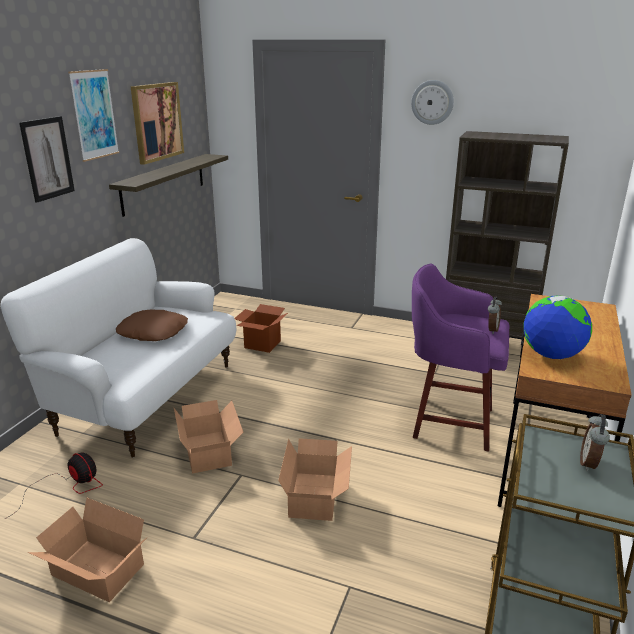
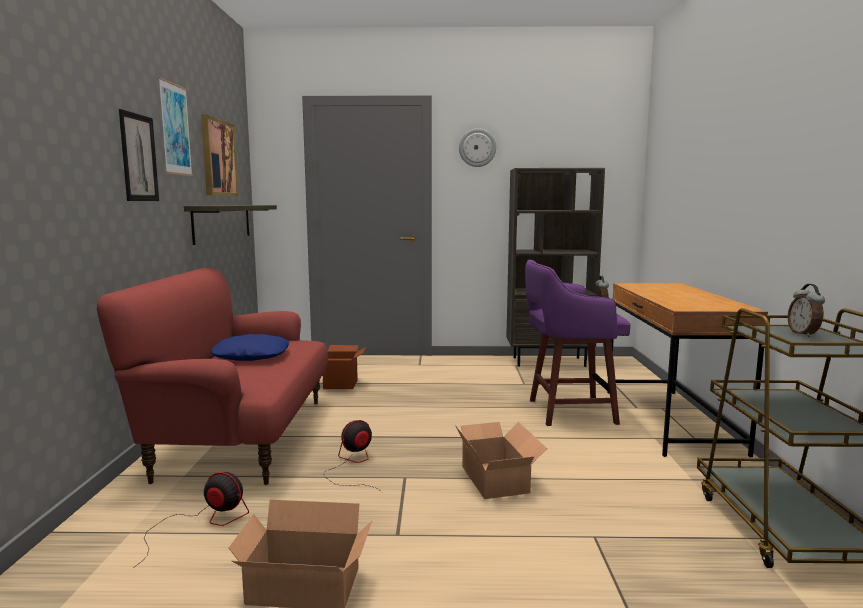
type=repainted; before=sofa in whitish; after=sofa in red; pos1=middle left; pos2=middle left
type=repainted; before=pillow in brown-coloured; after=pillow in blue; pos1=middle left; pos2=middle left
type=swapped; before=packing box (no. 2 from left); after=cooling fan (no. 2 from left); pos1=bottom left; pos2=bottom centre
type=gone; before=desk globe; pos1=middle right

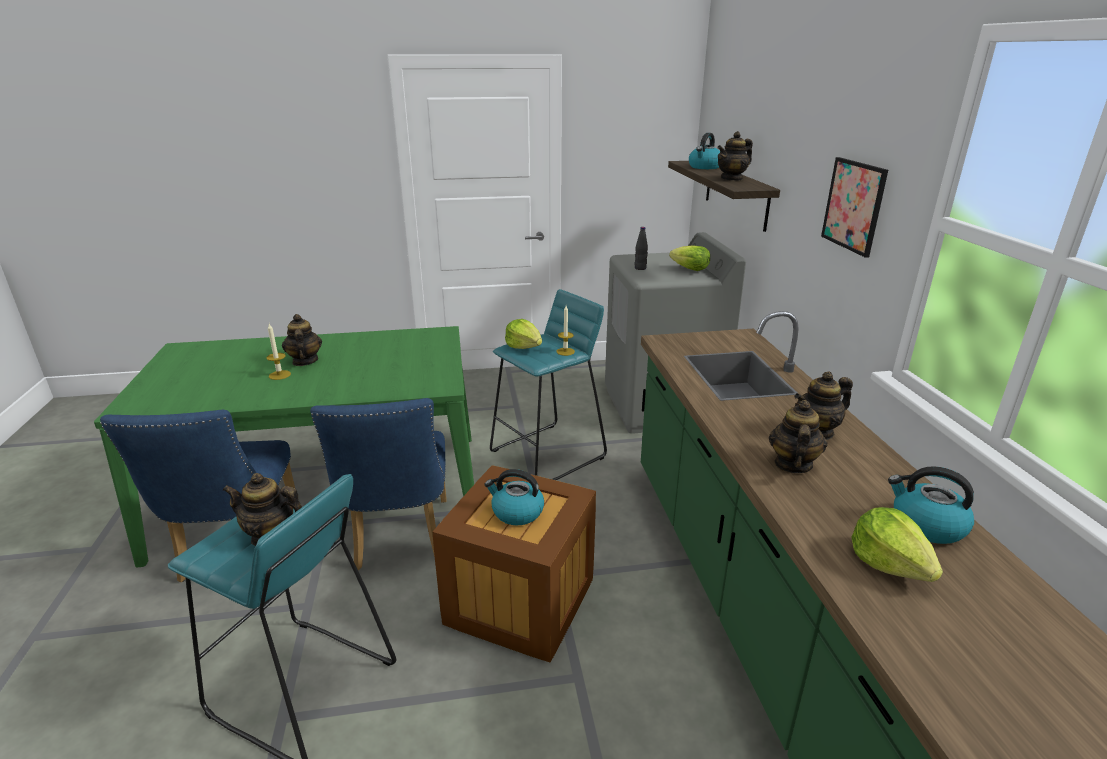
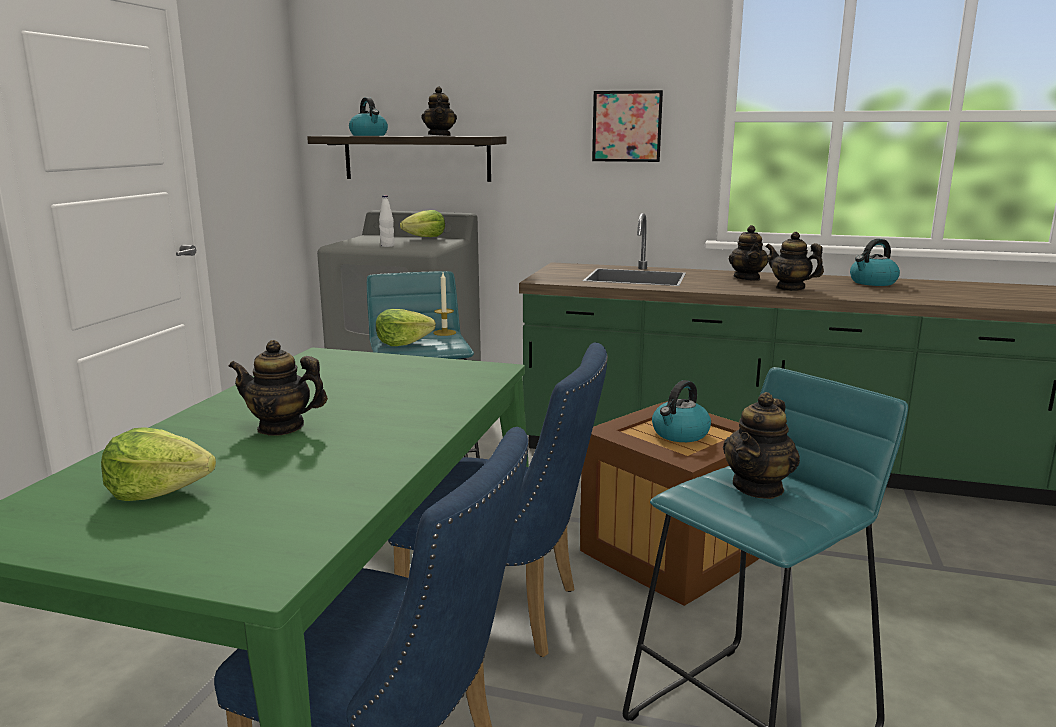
type=shifted; before=lettuce (no. 3 from left in the first image); after=lettuce (no. 1 from left); pos1=bottom right; pos2=middle left
type=repainted; before=bottle in blackish; after=bottle in whitish; pos1=top centre; pos2=top centre
type=gone; before=wax candle (no. 1 from left); pos1=middle left

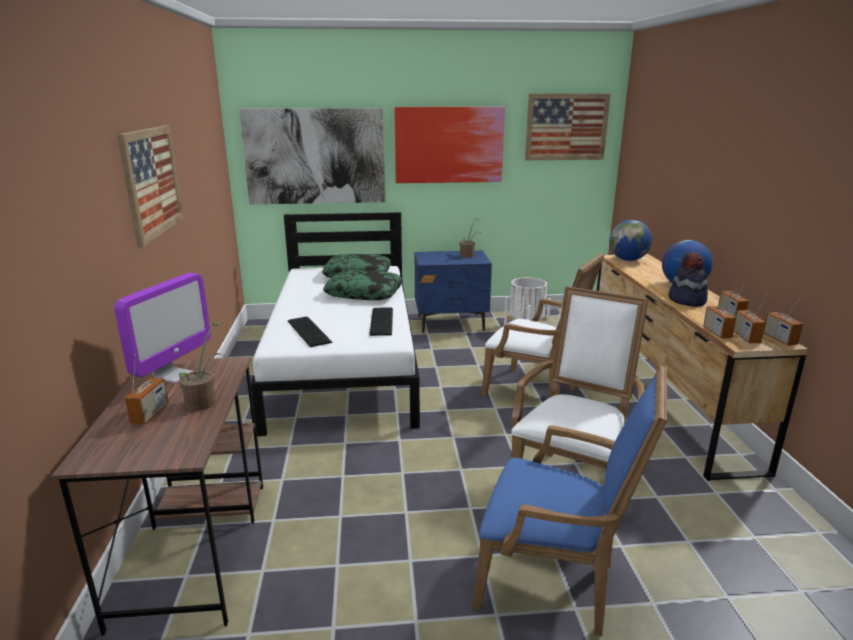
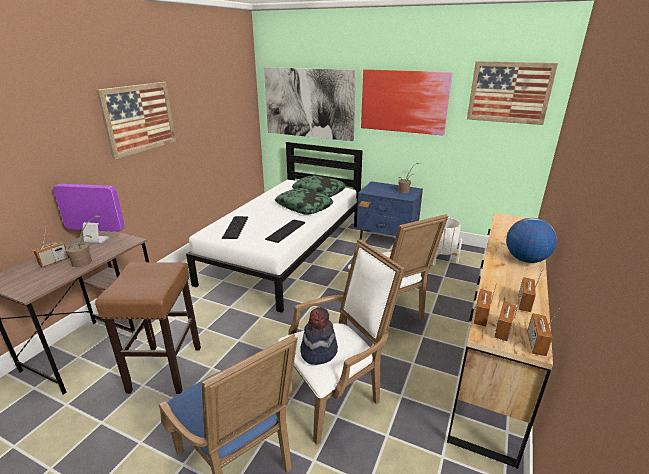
type=rotated; before=computer display; pos1=middle left; pos2=middle left; turn=-135
type=new; after=stool seat in brown-coloured; pos2=bottom left
type=shifted; before=hat; pos1=middle right; pos2=bottom centre
type=gone; before=desk globe (no. 1 from left); pos1=middle right

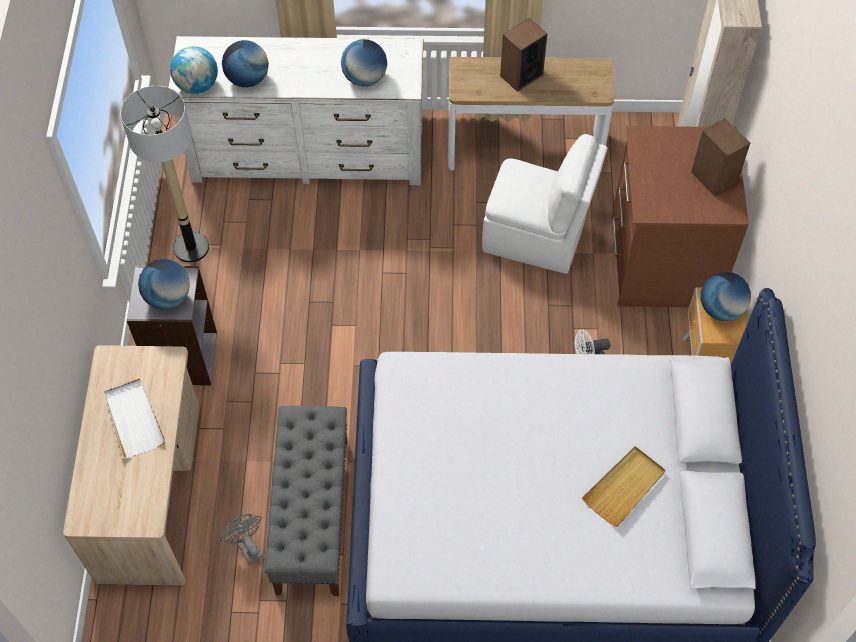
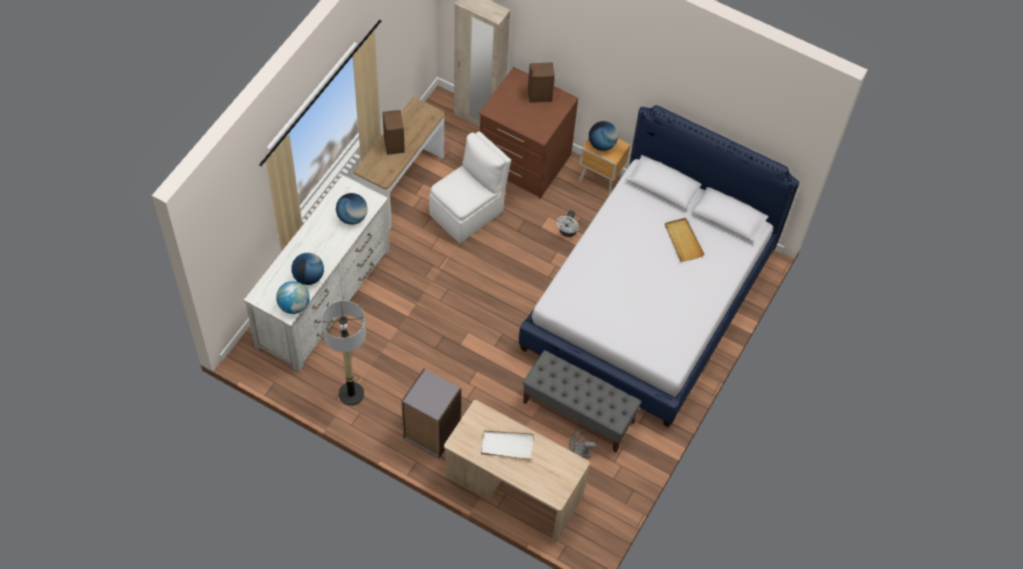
type=gone; before=desk globe (no. 1 from left); pos1=middle left

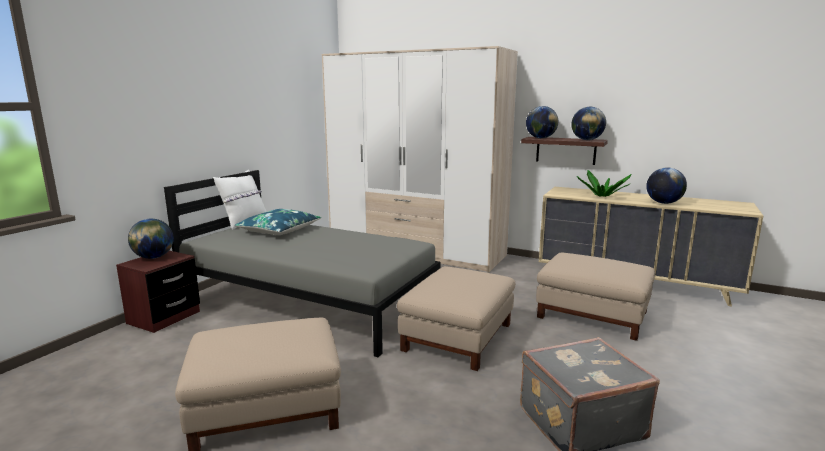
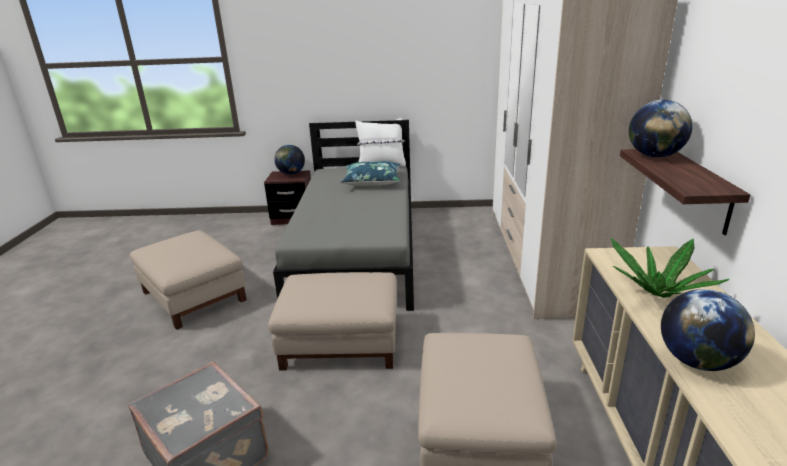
type=gone; before=desk globe (no. 3 from left); pos1=top right

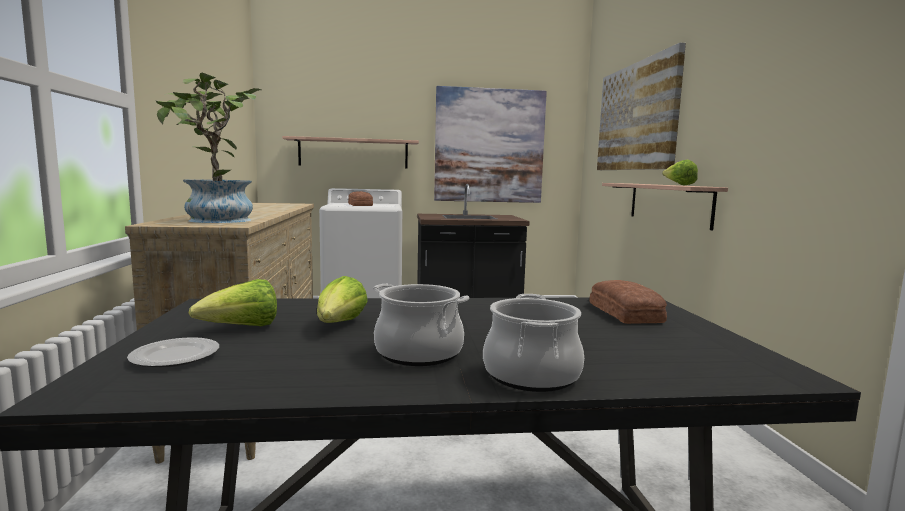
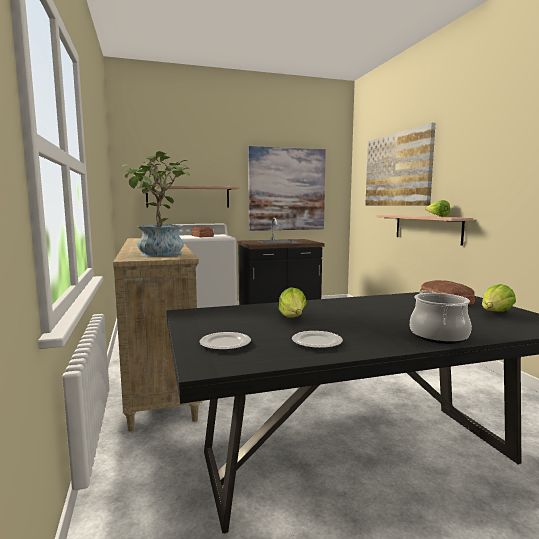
type=new; after=flat dish (no. 2 from left); pos2=centre
type=shifted; before=lettuce (no. 1 from left in the first image); after=lettuce (no. 3 from left); pos1=middle left; pos2=middle right
type=gone; before=stockpot (no. 1 from left); pos1=centre

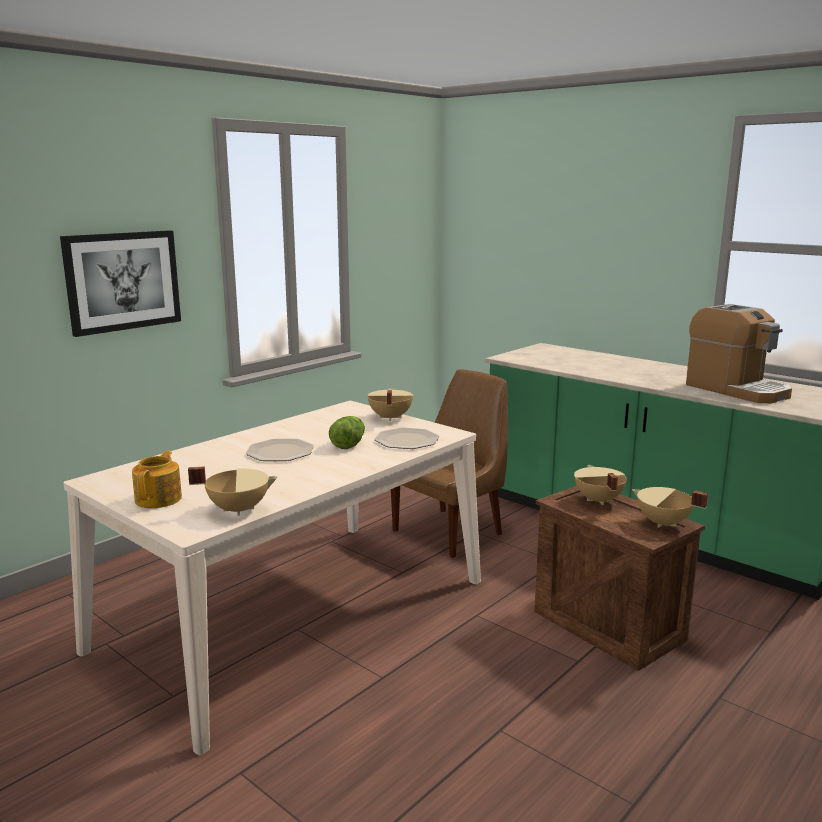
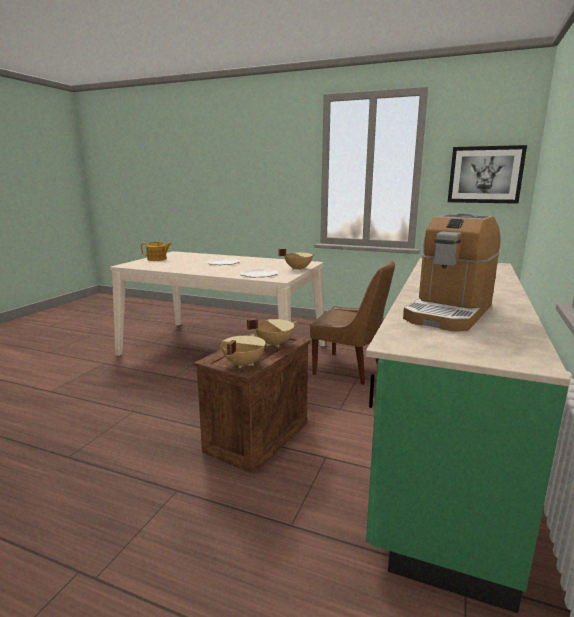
type=shifted; before=wall picture; pos1=middle left; pos2=top right
type=gone; before=stockpot in sand-coloured (no. 1 from left); pos1=middle left
type=gone; before=lettuce; pos1=centre

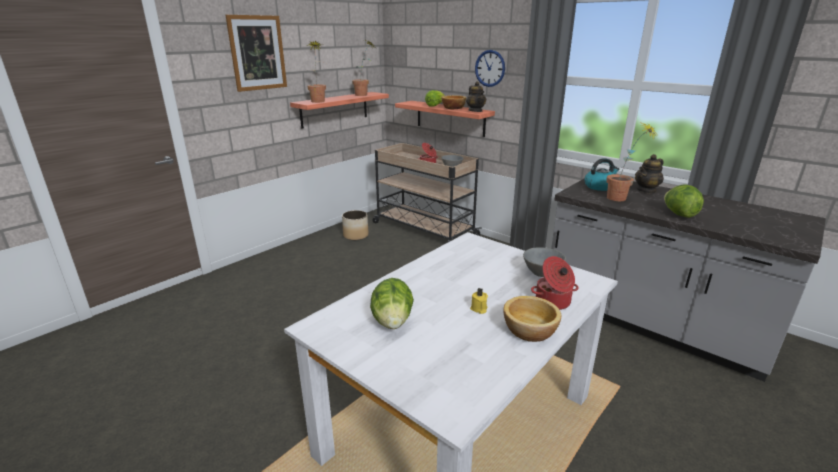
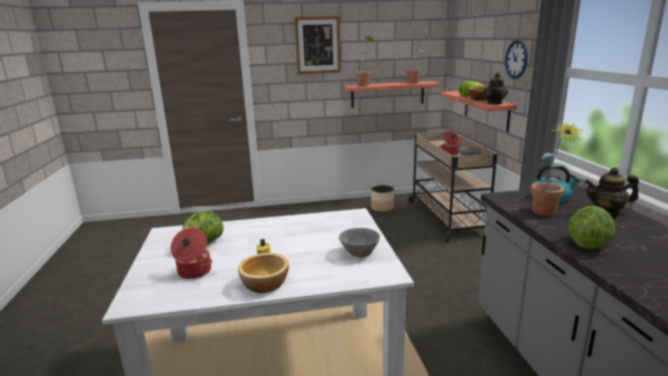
type=shifted; before=stockpot (no. 2 from left in the first image); after=stockpot (no. 1 from left); pos1=centre; pos2=bottom left

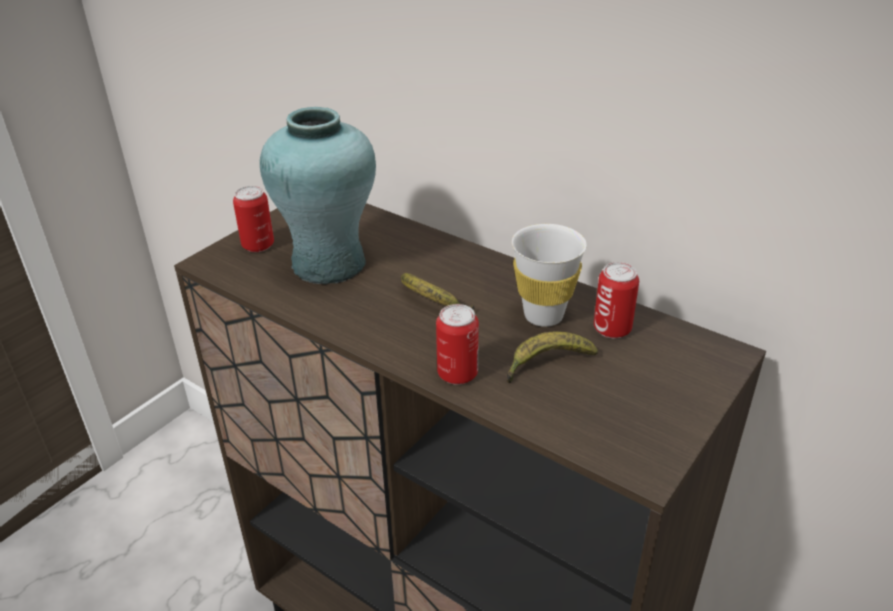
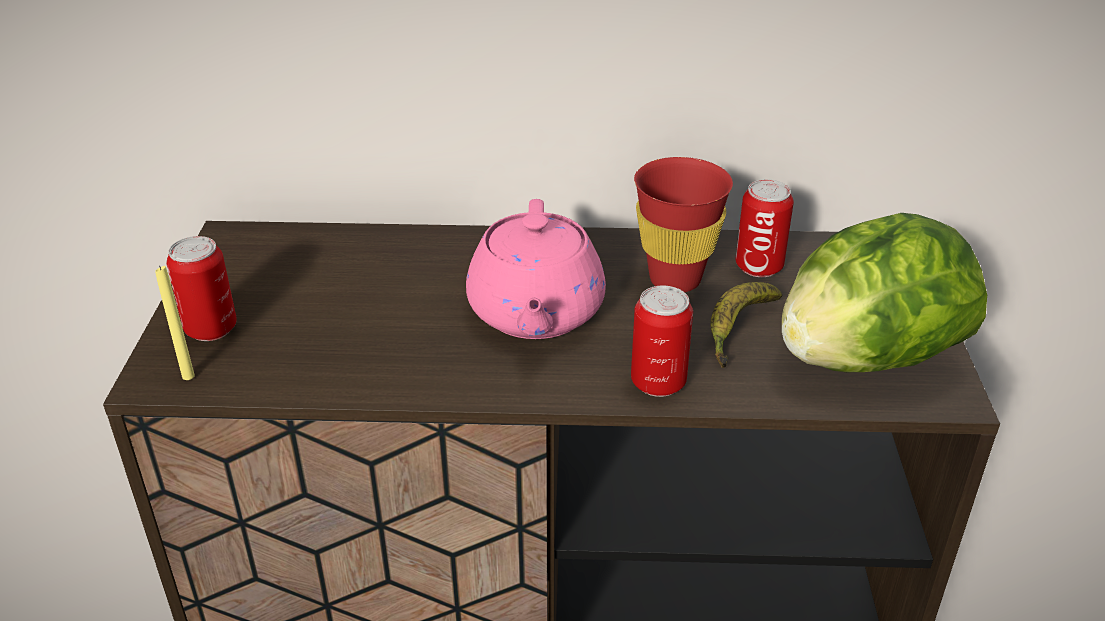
type=new; after=wax candle in yellow-coloured; pos2=middle left
type=swapped; before=whole banana (no. 1 from left); after=teapot in pinkish; pos1=centre; pos2=centre
type=repainted; before=cup in whitish; after=cup in red; pos1=centre; pos2=centre
type=new; after=lettuce; pos2=middle right
type=gone; before=decorative vase in blue-green; pos1=top centre

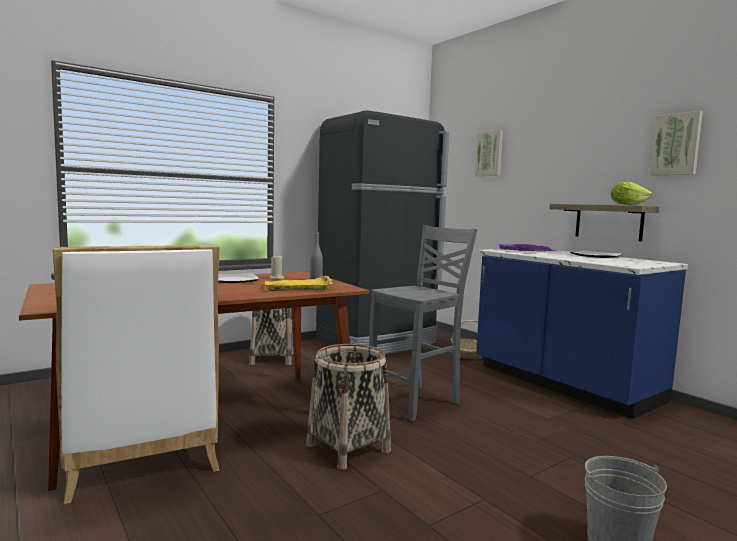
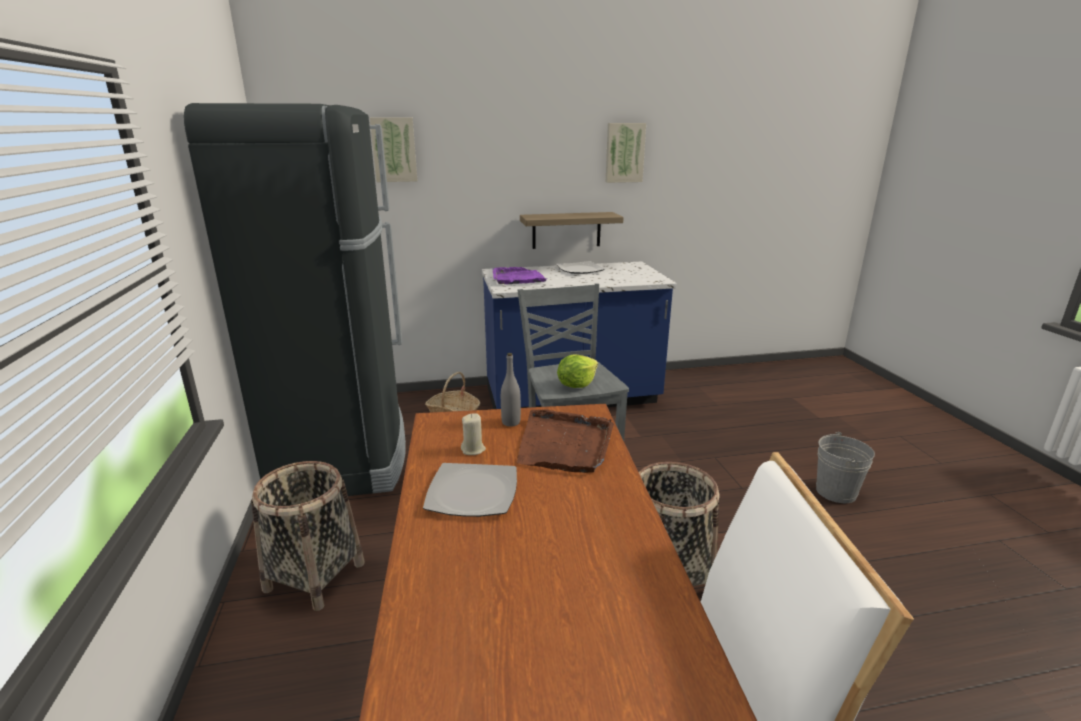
type=repainted; before=carrying tray in yellow-coloured; after=carrying tray in brown-coloured; pos1=centre; pos2=centre
type=shifted; before=lettuce; pos1=middle right; pos2=centre

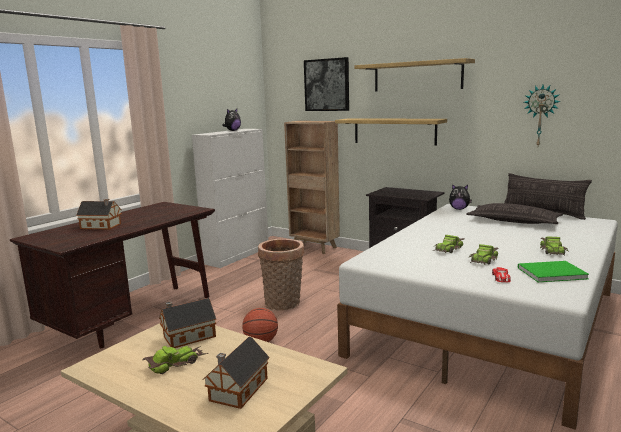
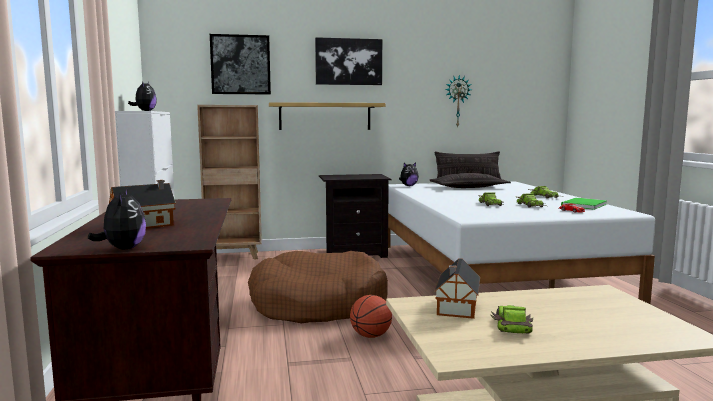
type=new; after=cuddly toy (no. 1 from left); pos2=middle left
type=swapped; before=household basket; after=dog cushion in brown-coloured; pos1=centre; pos2=bottom centre
type=swapped; before=wall shelf (no. 2 from left); after=wall picture (no. 2 from left); pos1=top right; pos2=top centre
type=gone; before=model house (no. 3 from left); pos1=bottom centre

